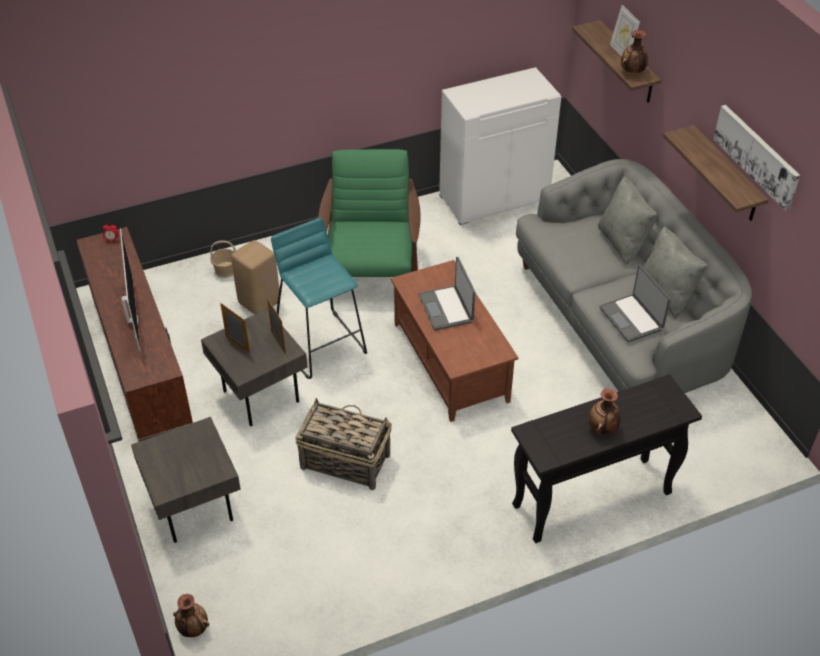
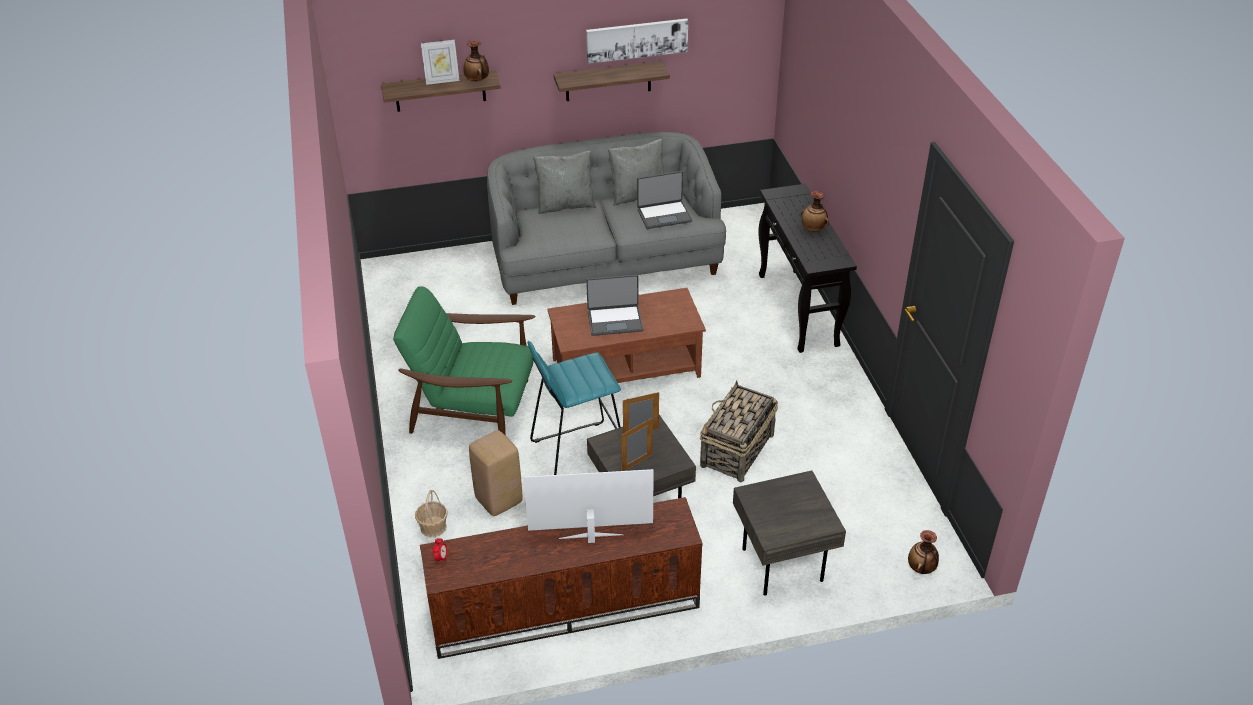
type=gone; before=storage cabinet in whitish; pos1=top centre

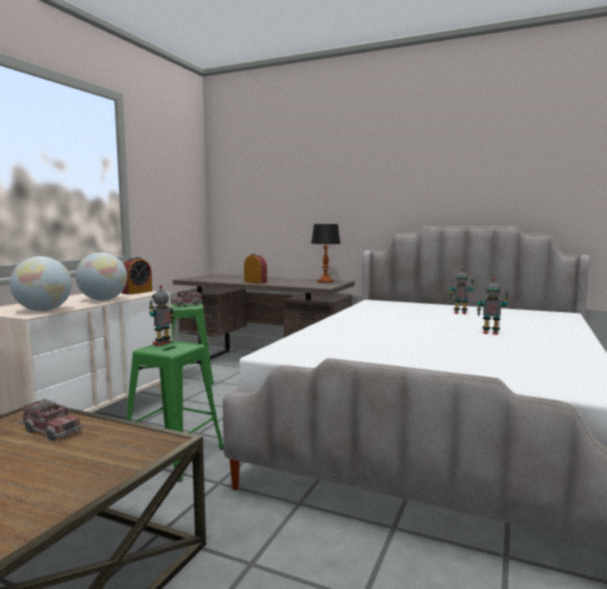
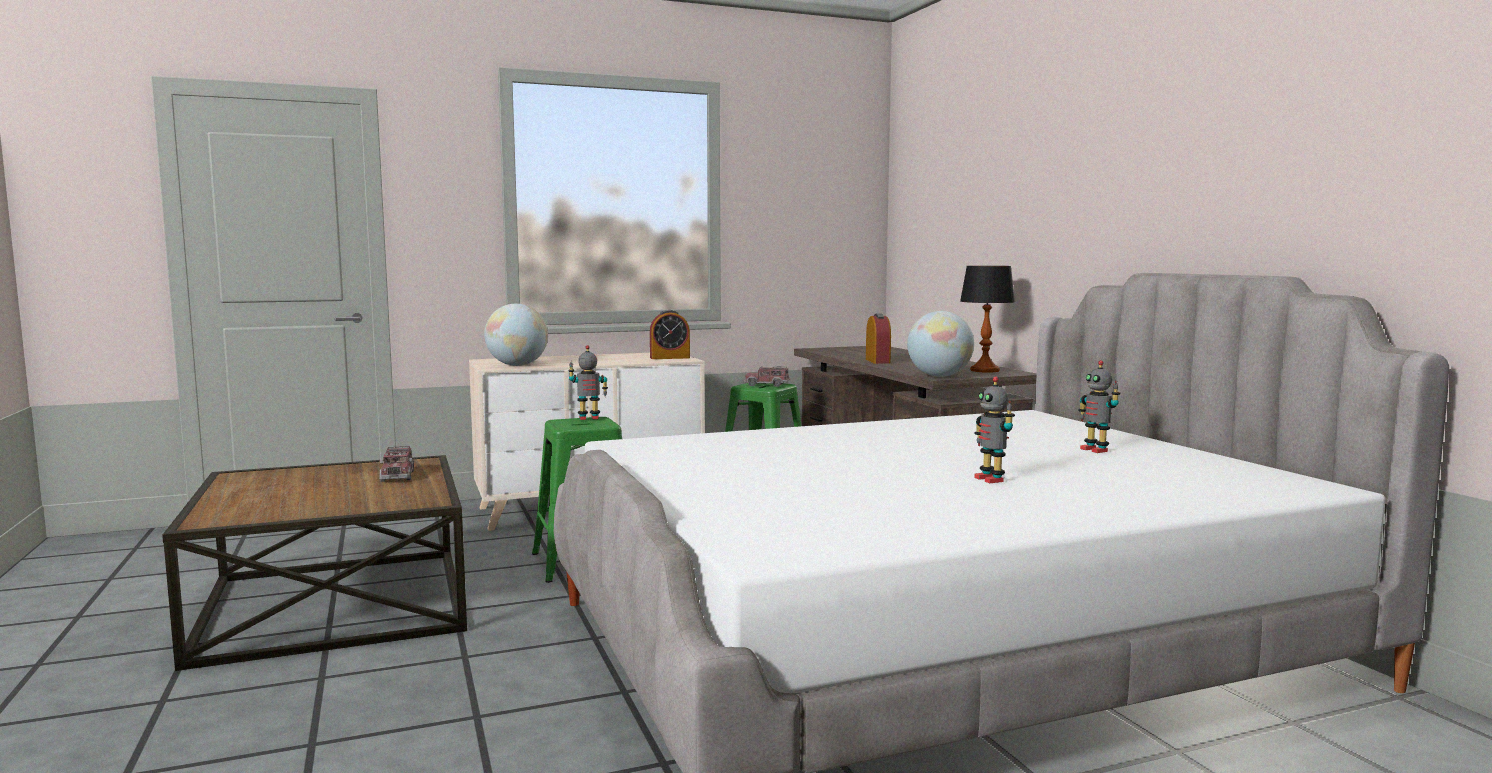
type=shifted; before=desk globe (no. 2 from left); pos1=middle left; pos2=centre

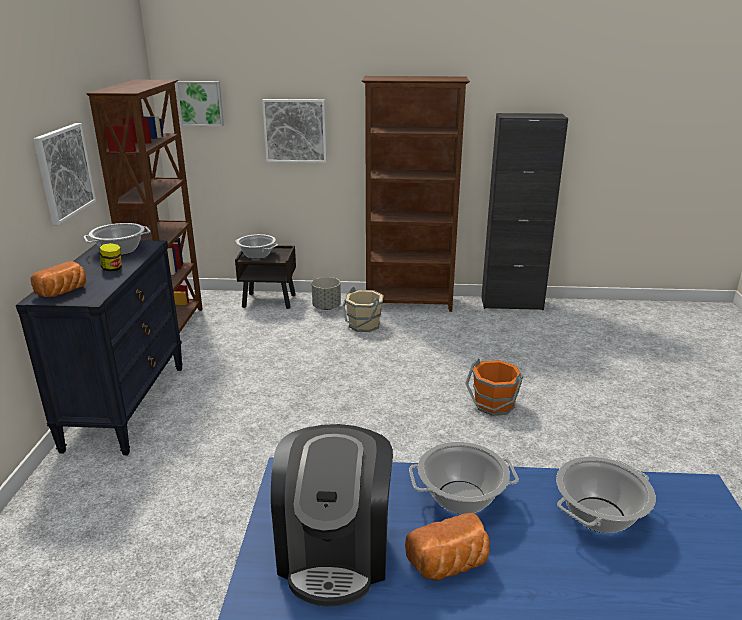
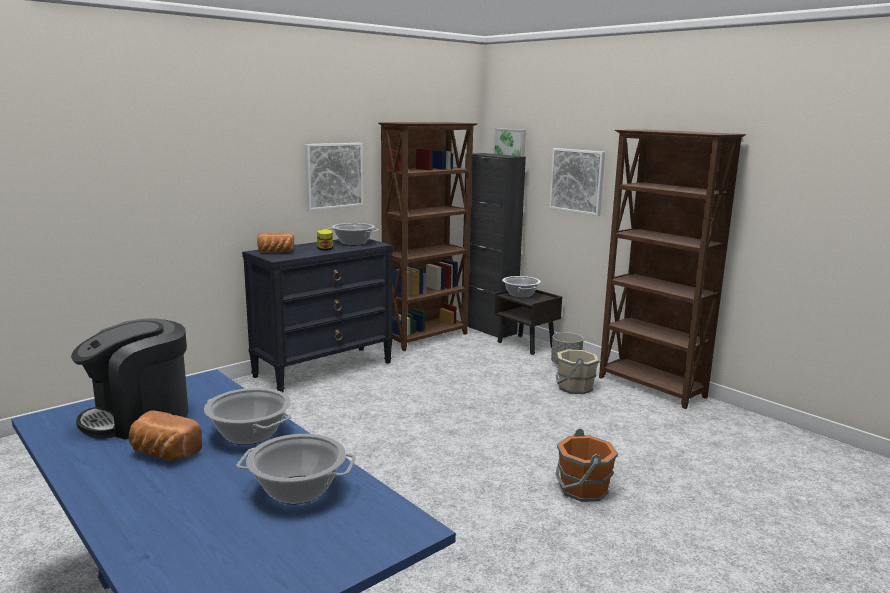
type=shifted; before=storage cabinet in blackish; pos1=middle right; pos2=centre

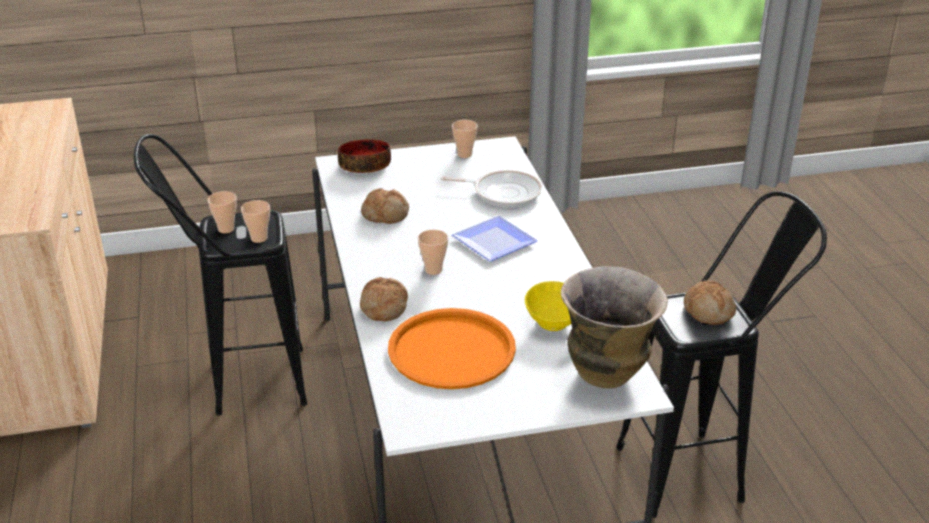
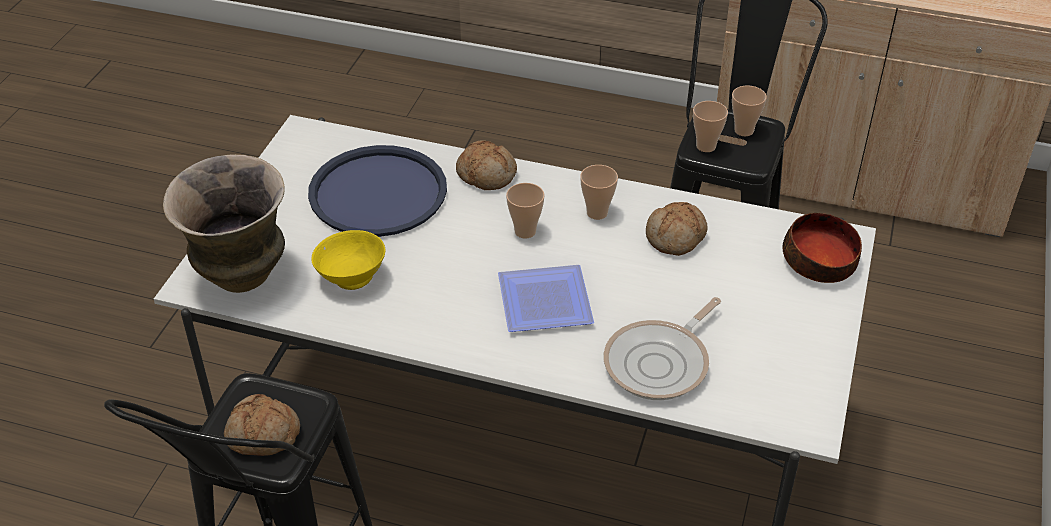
type=repainted; before=carrying tray in orangey; after=carrying tray in blue; pos1=centre; pos2=centre
type=shifted; before=cup (no. 4 from left in the first image); after=cup (no. 2 from left); pos1=top centre; pos2=centre

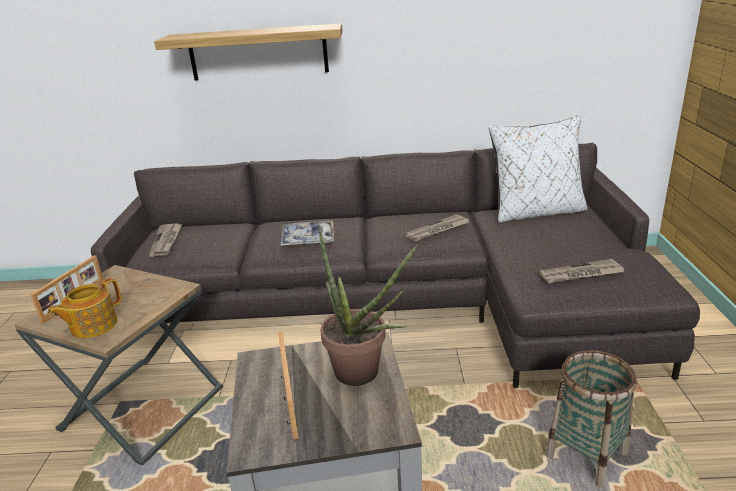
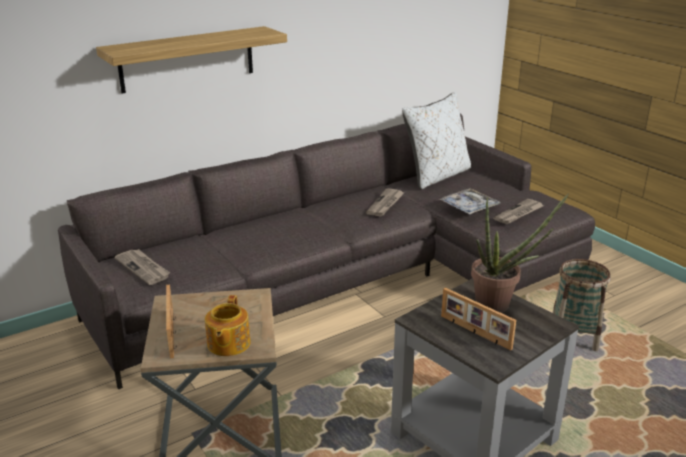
type=shifted; before=carrying tray; pos1=centre; pos2=middle right

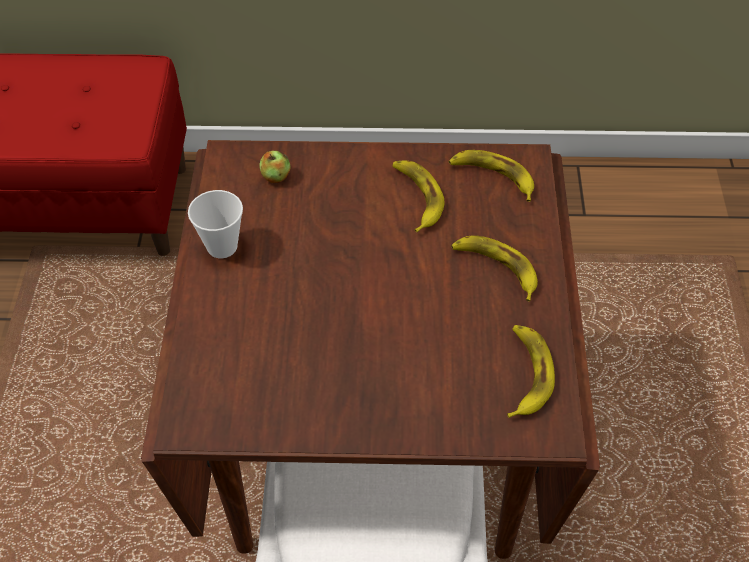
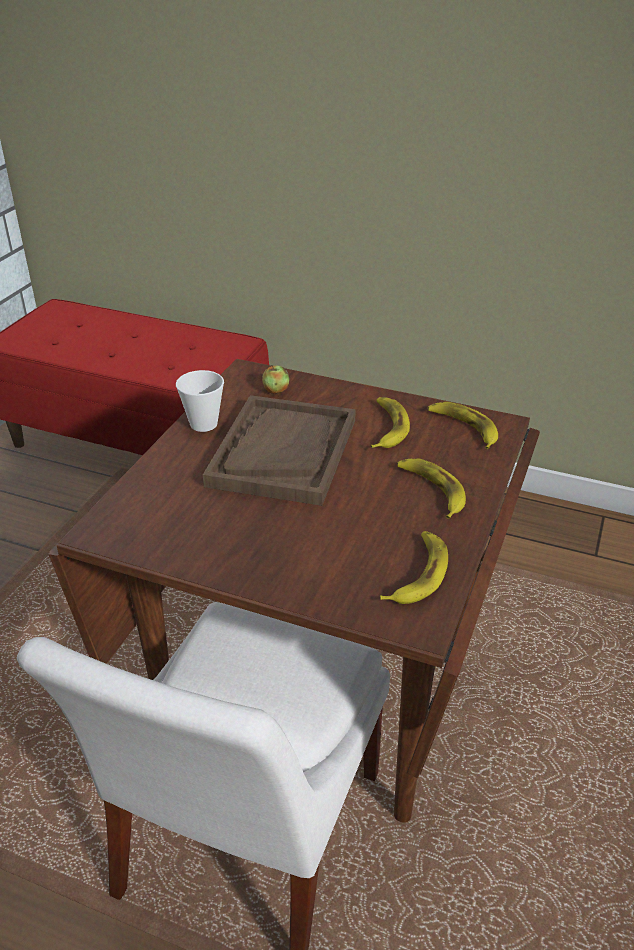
type=new; after=carrying tray in brown-coloured; pos2=centre

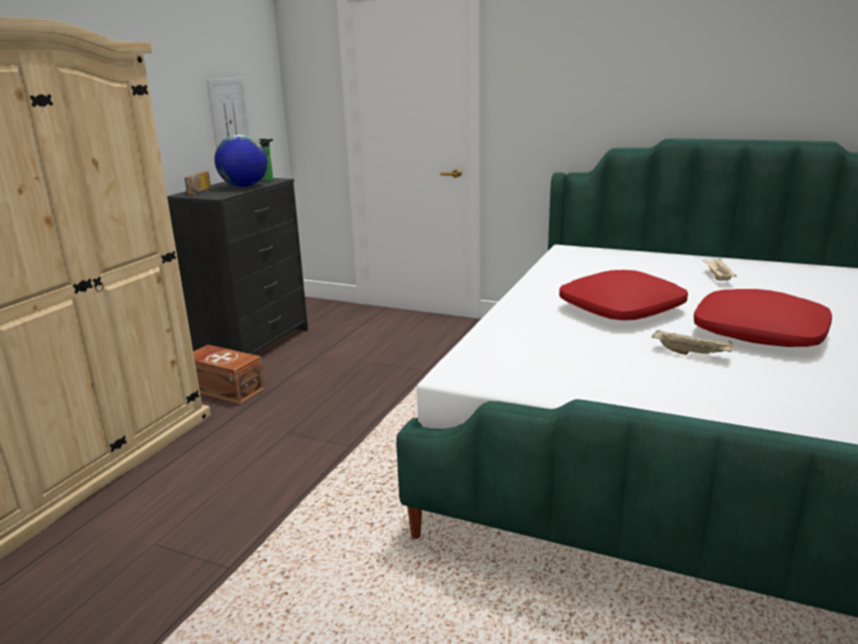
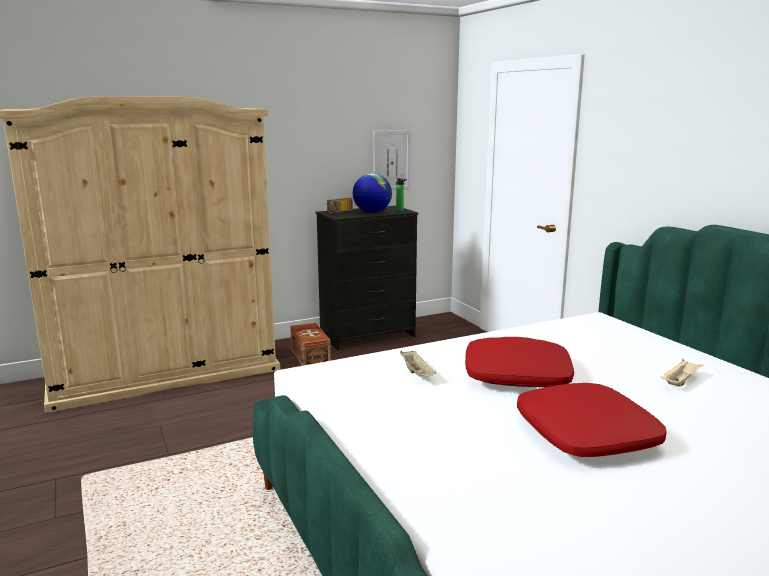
type=shifted; before=carrying tray in sand-coloured (no. 1 from left); pos1=middle right; pos2=centre

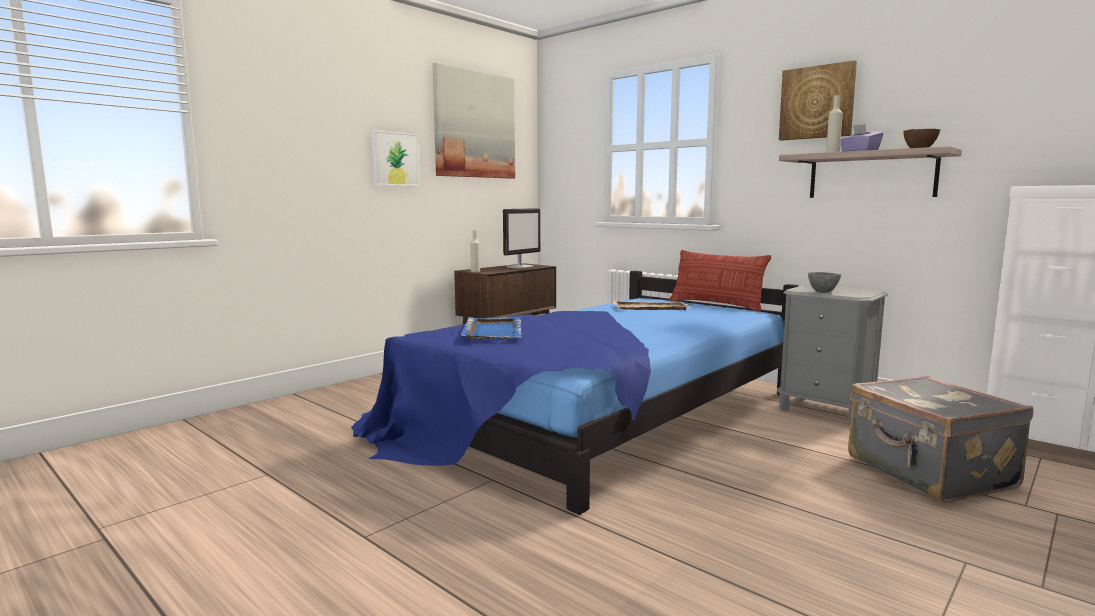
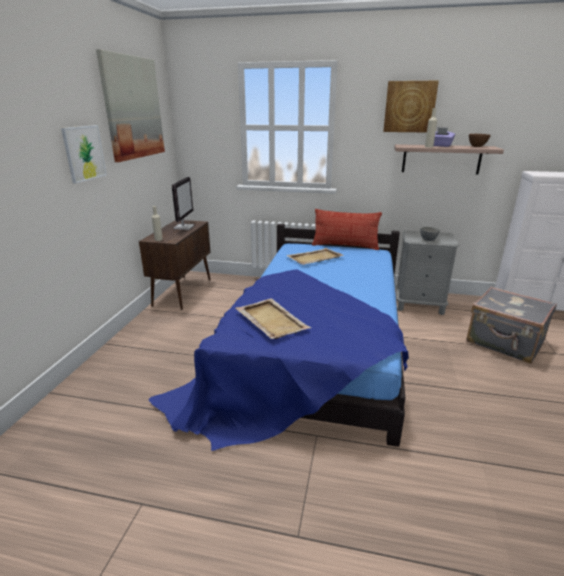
type=repainted; before=carrying tray in blue; after=carrying tray in sand-coloured (no. 1 from left); pos1=centre; pos2=centre

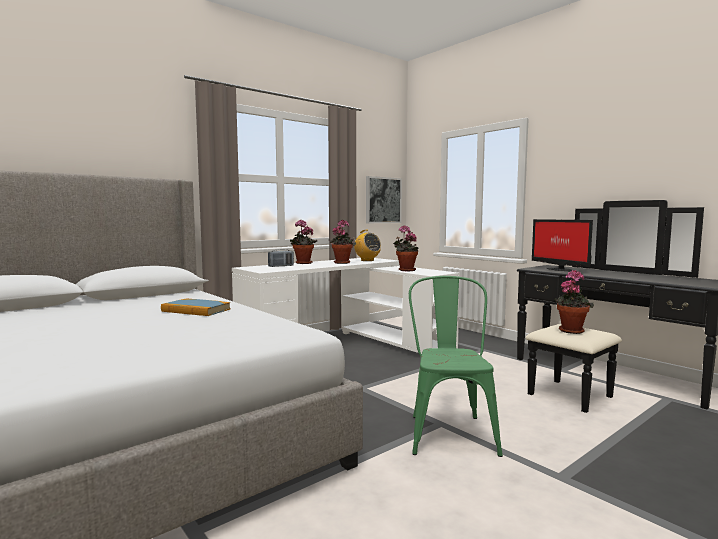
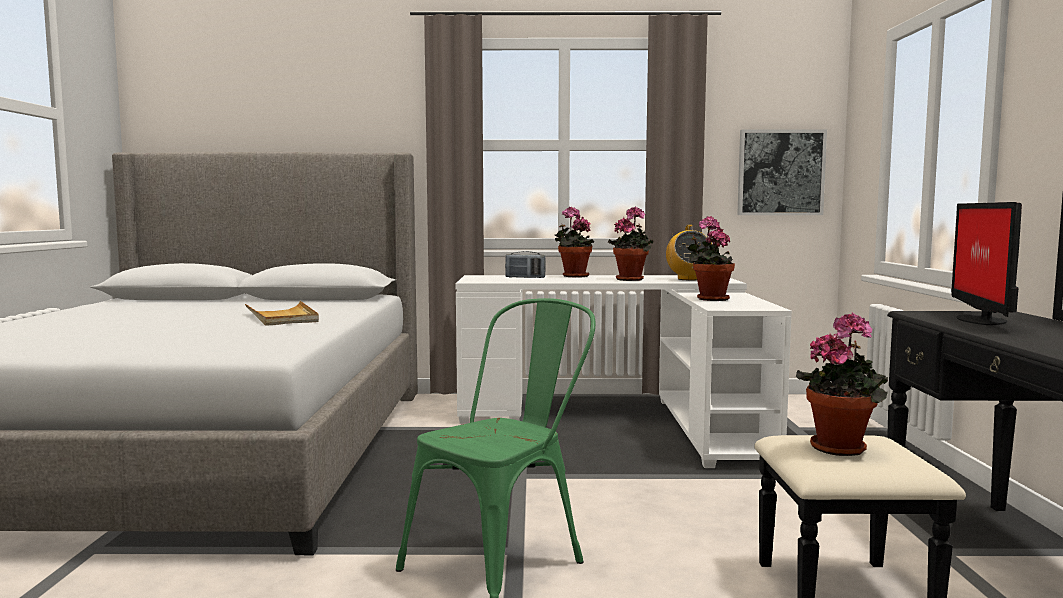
type=swapped; before=bound book; after=carrying tray in sand-coloured; pos1=middle left; pos2=middle left

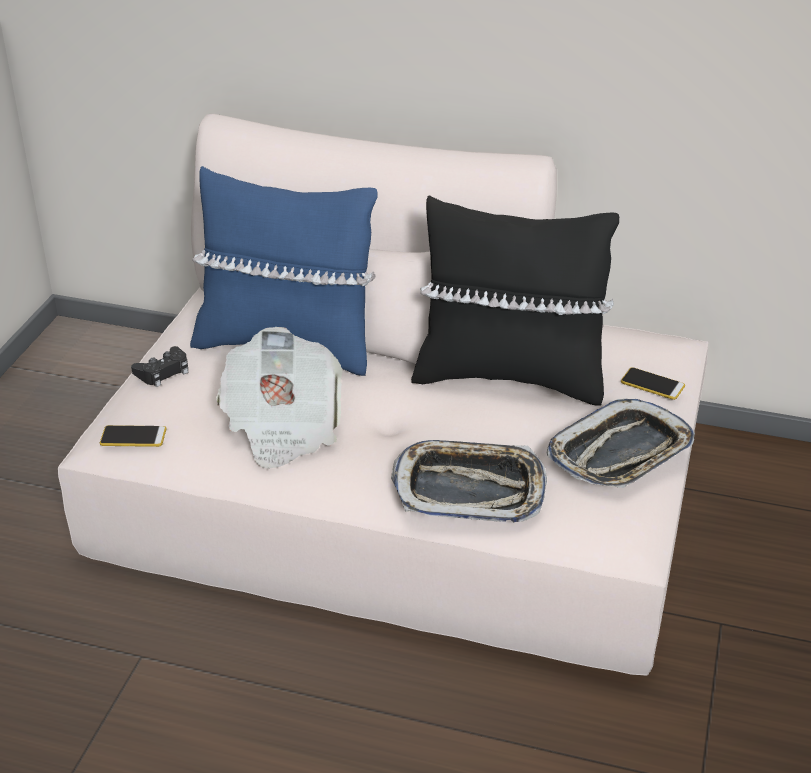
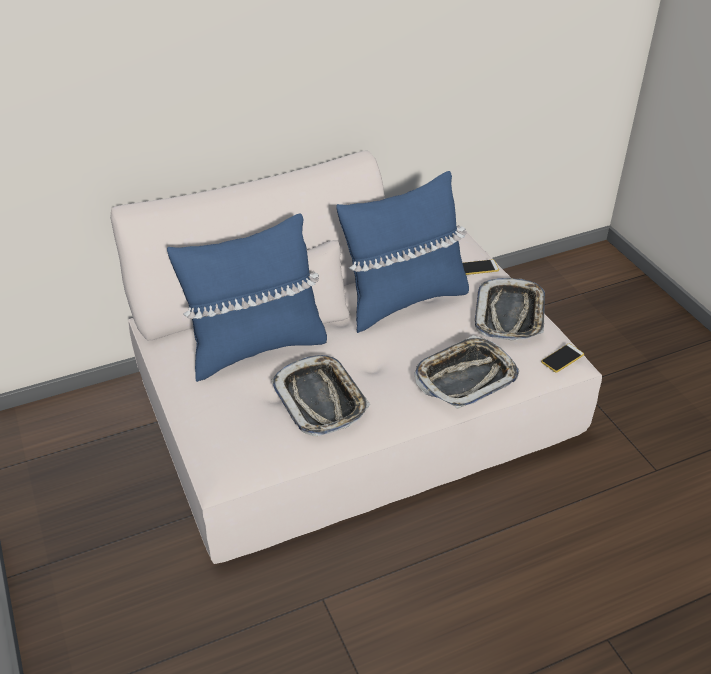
type=swapped; before=newspaper; after=carrying tray (no. 1 from left); pos1=centre; pos2=centre
type=repainted; before=pillow in blackish; after=pillow in blue (no. 2 from left); pos1=centre; pos2=centre
type=shifted; before=handset (no. 1 from left in the first image); after=handset (no. 2 from left); pos1=middle left; pos2=middle right
type=gone; before=joypad in blackish; pos1=middle left

